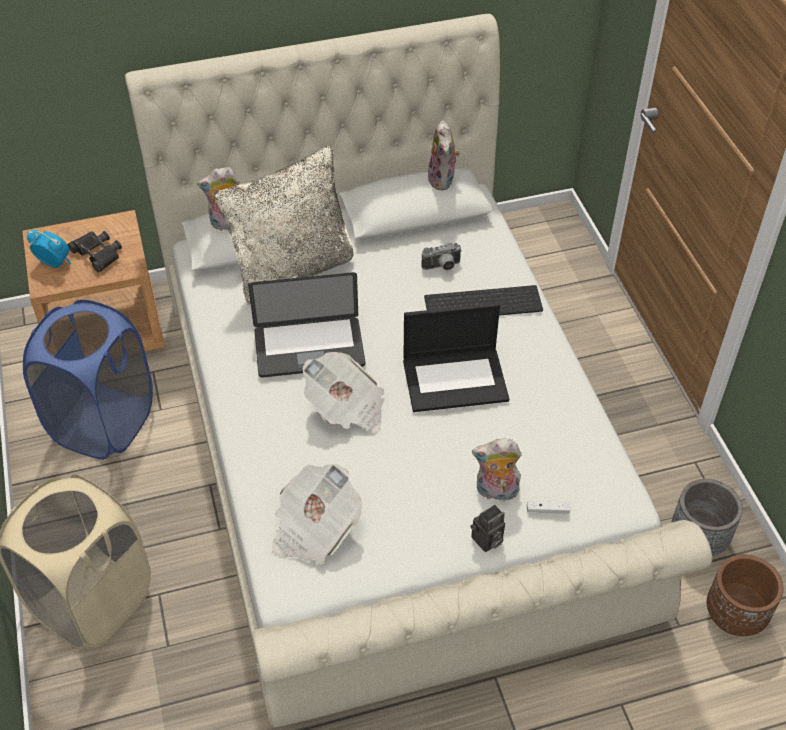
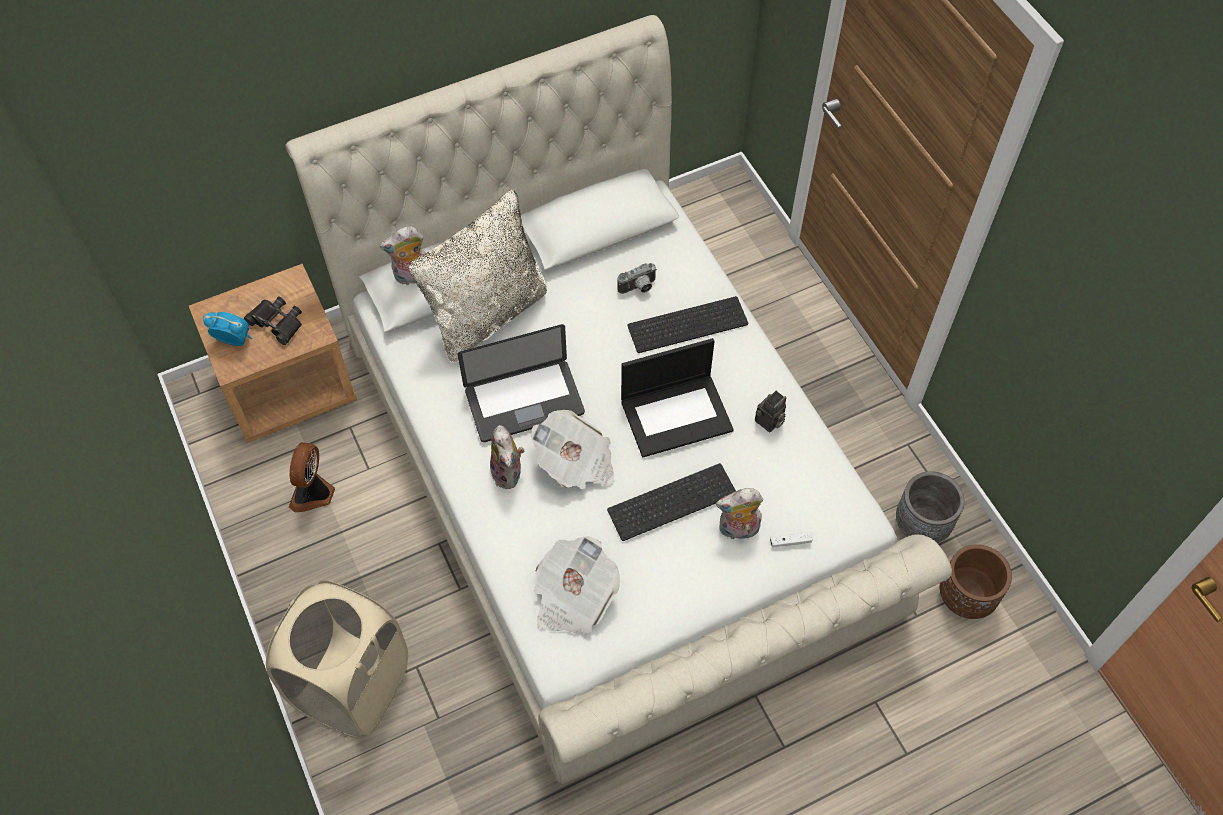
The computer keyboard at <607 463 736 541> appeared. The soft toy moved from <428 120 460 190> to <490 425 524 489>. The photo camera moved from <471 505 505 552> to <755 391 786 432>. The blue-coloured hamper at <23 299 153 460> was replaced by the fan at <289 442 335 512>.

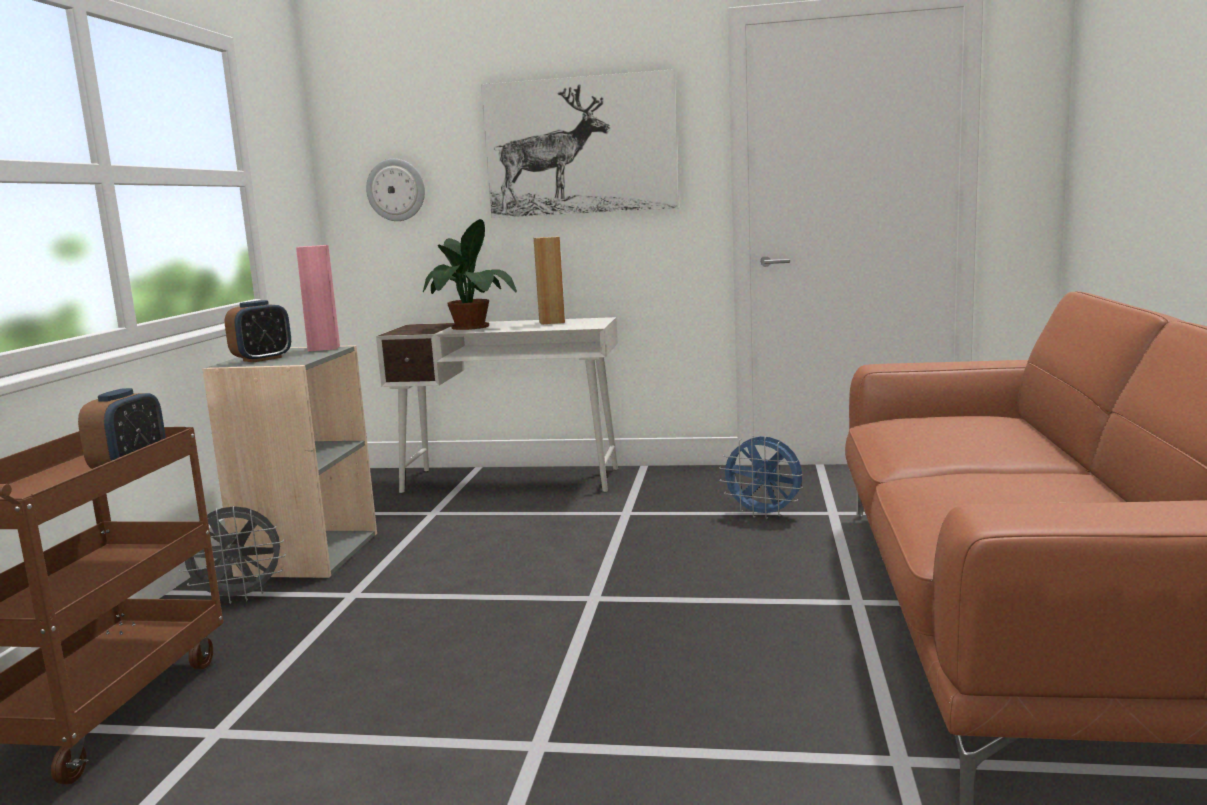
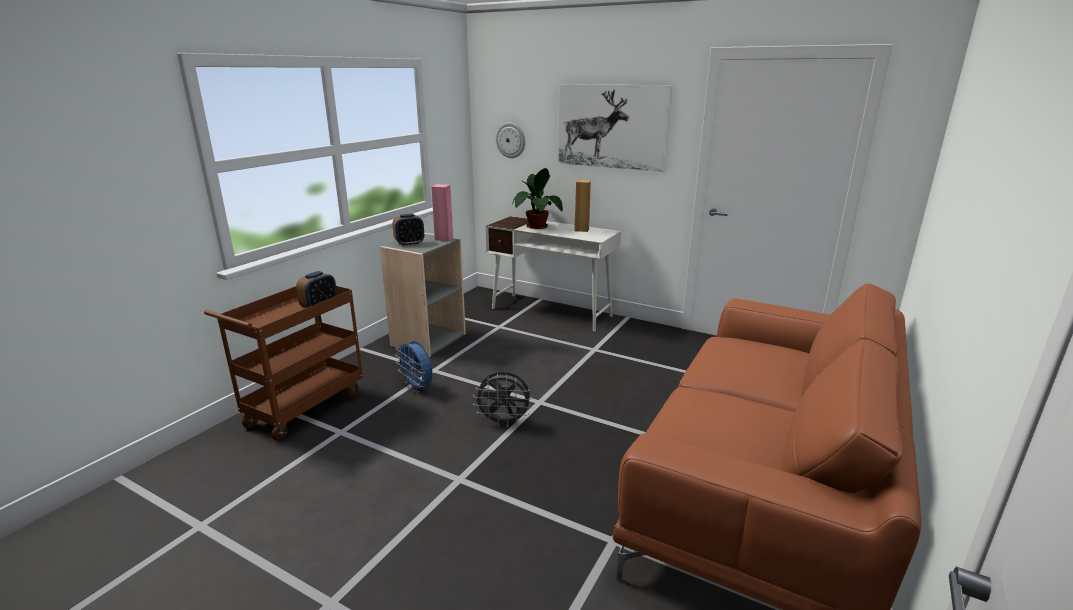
The gray fan moved from <179 506 286 604> to <473 372 532 427>. The blue-coloured fan moved from <719 435 803 519> to <395 341 433 392>.

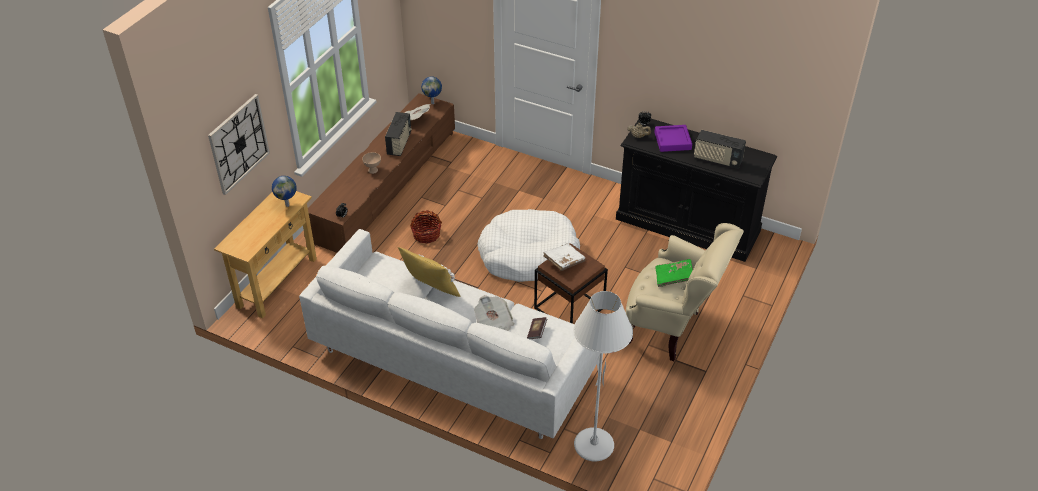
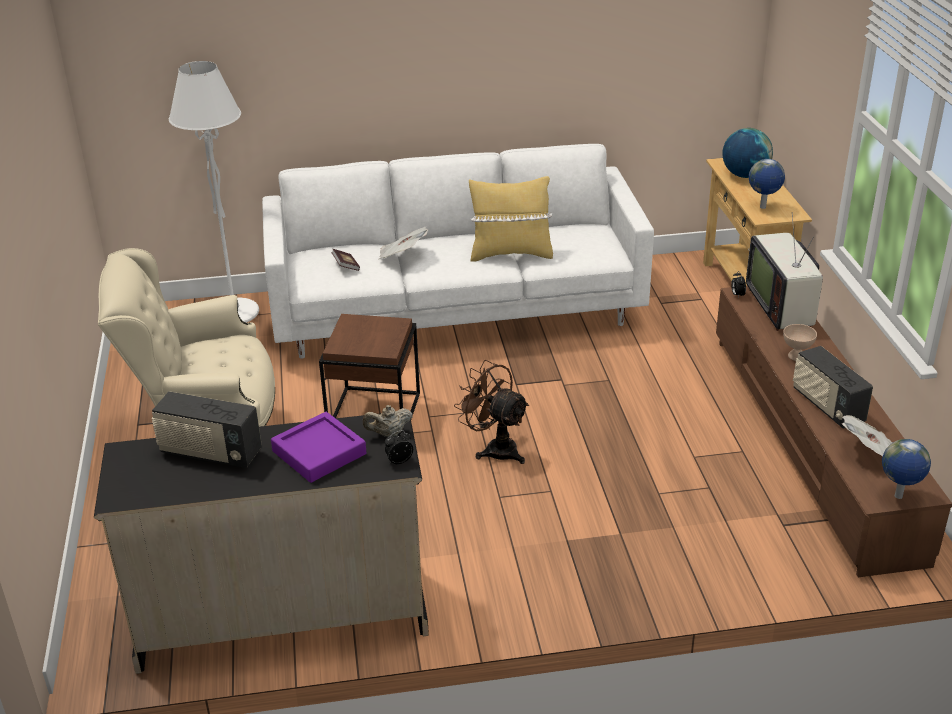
The clock on the wall at <208 94 270 195> disappeared. The storage basket at <410 210 442 243> disappeared. The white bound book at <543 243 586 271> disappeared. The green-coloured bound book at <655 259 693 287> disappeared. The desk globe at <722 128 773 178> appeared. The television at <746 212 823 331> appeared. The white pet bed at <477 209 580 282> was replaced by the brown fan at <454 360 529 464>. The radio set at <694 130 746 169> turned 150 degrees counterclockwise.

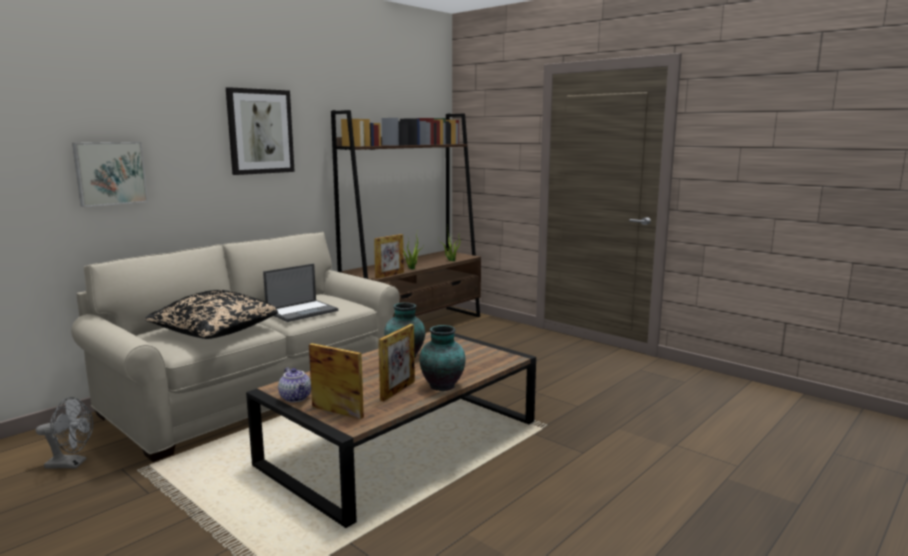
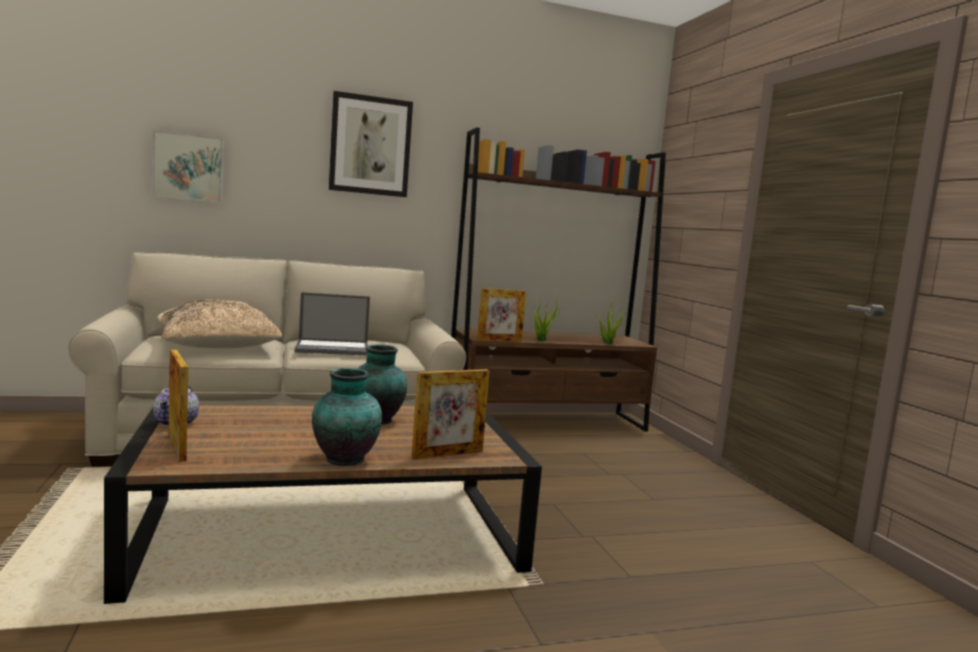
The gray fan at <36 397 93 468> disappeared. The photo frame moved from <378 324 415 401> to <411 369 490 460>. The blackish pillow at <144 290 278 339> became the beige-coloured pillow at <157 299 282 348>.

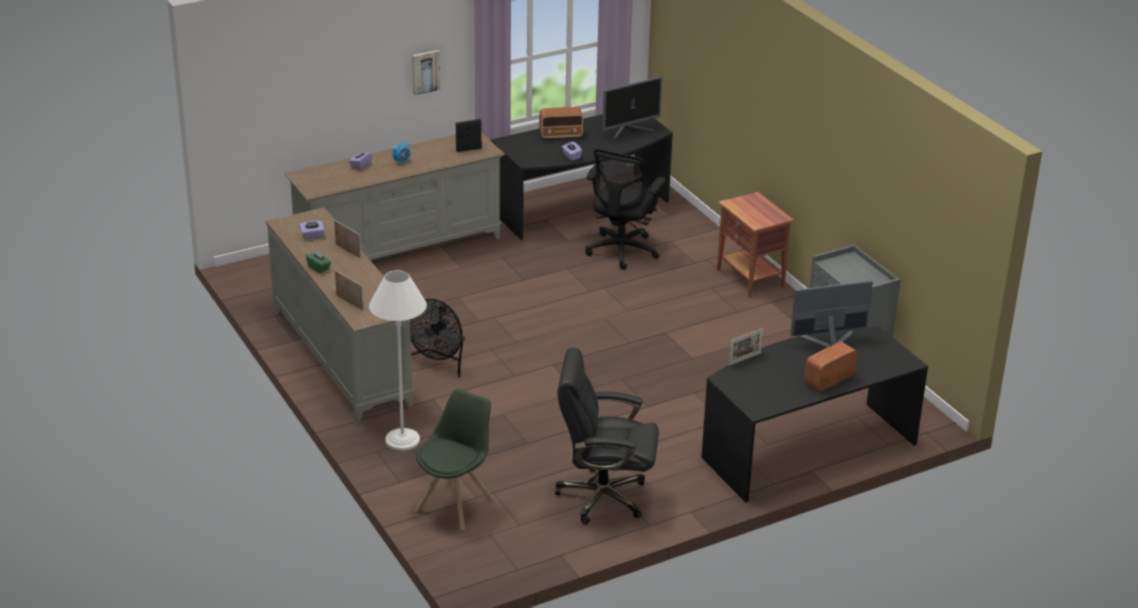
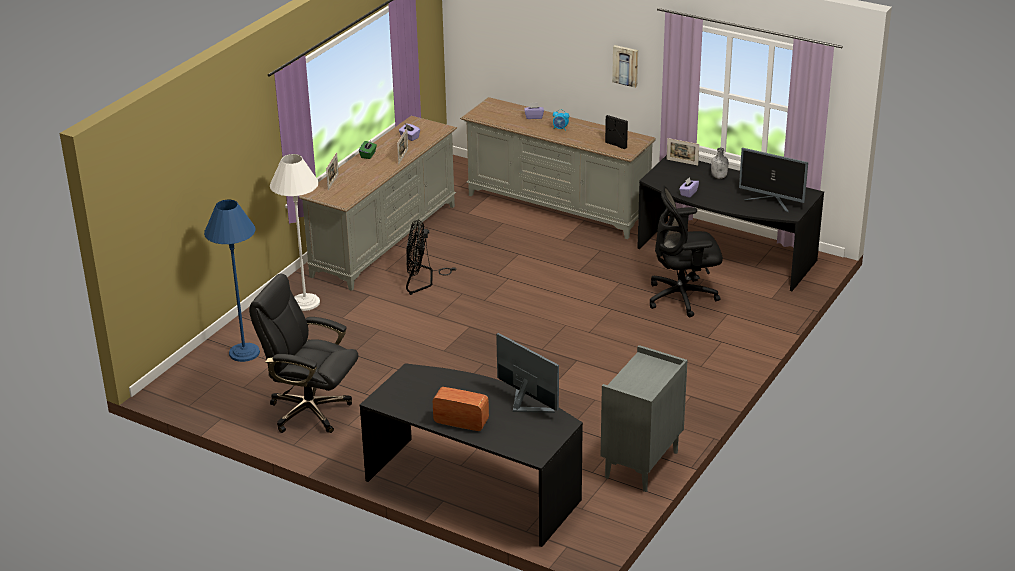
The nightstand at <717 191 795 298> disappeared. The photo frame moved from <729 328 763 366> to <667 138 699 166>. The green-coloured plain chair at <415 389 493 531> was replaced by the blue-coloured standing lamp at <204 200 260 362>. The radio set at <539 107 583 139> was replaced by the gray drink bottle at <711 148 728 179>. The blackish desk chair at <555 348 659 525> turned 45 degrees counterclockwise.

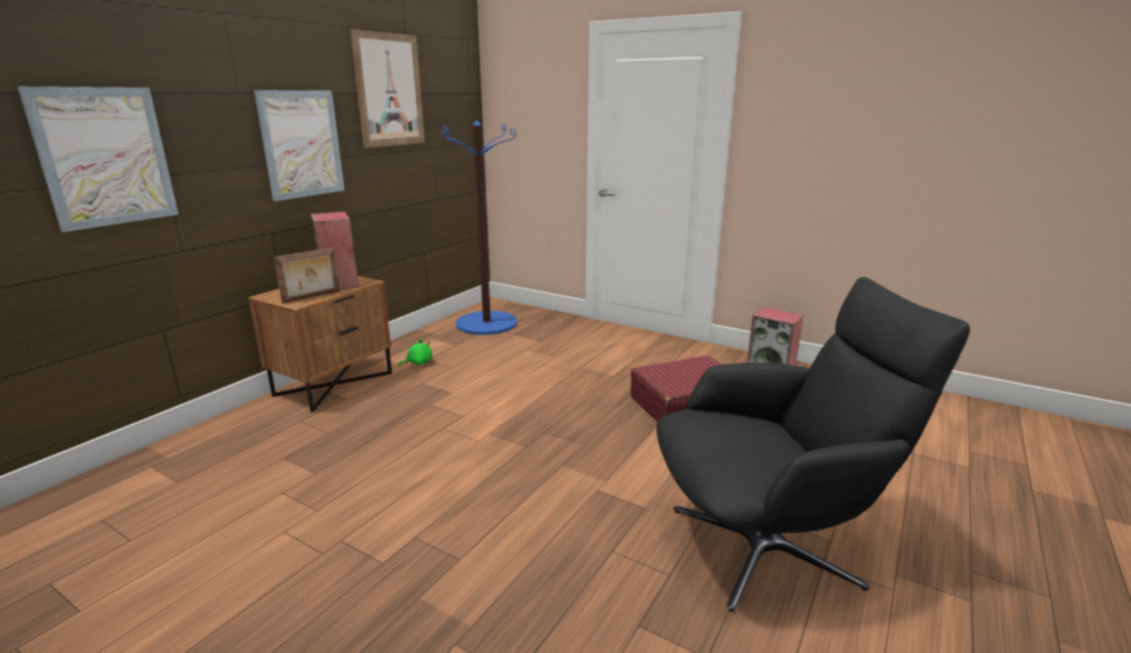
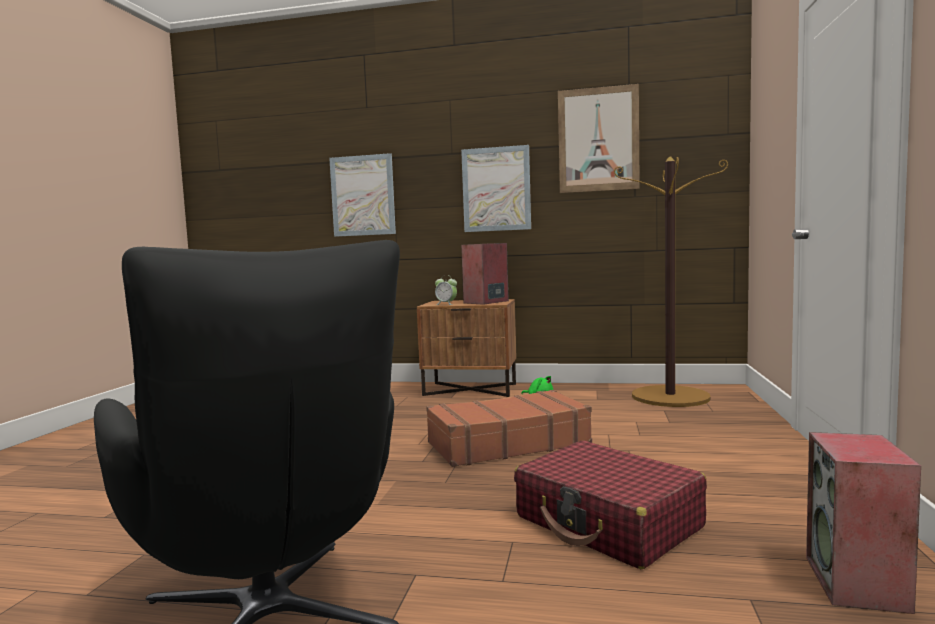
The brown travel case at <426 390 592 467> appeared. The photo frame at <274 247 340 303> was replaced by the alarm clock at <435 275 457 305>. The blue-coloured garment rack at <441 121 517 335> became the brown garment rack at <614 157 728 407>.

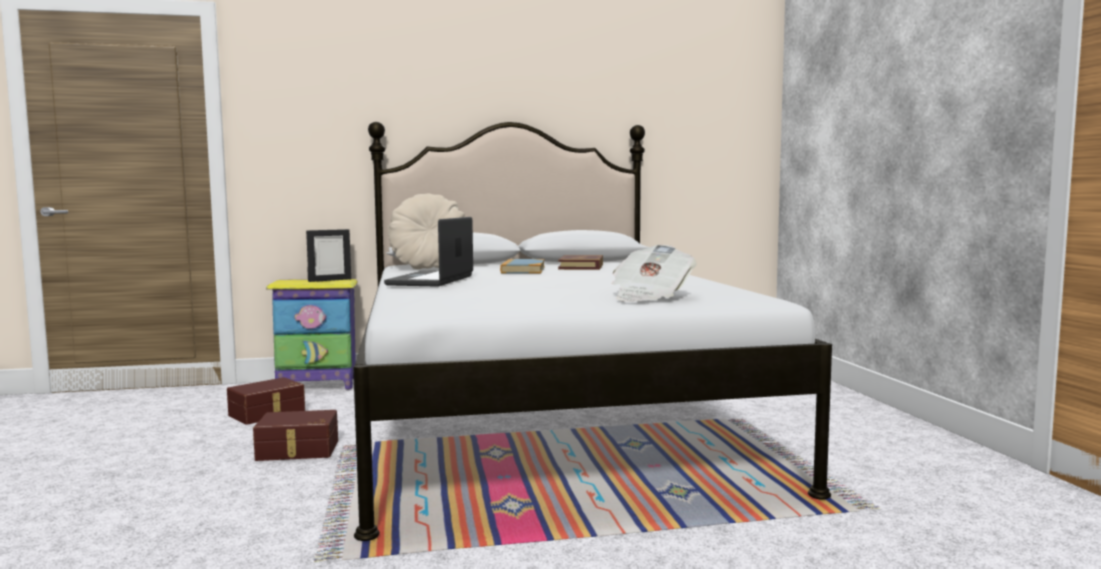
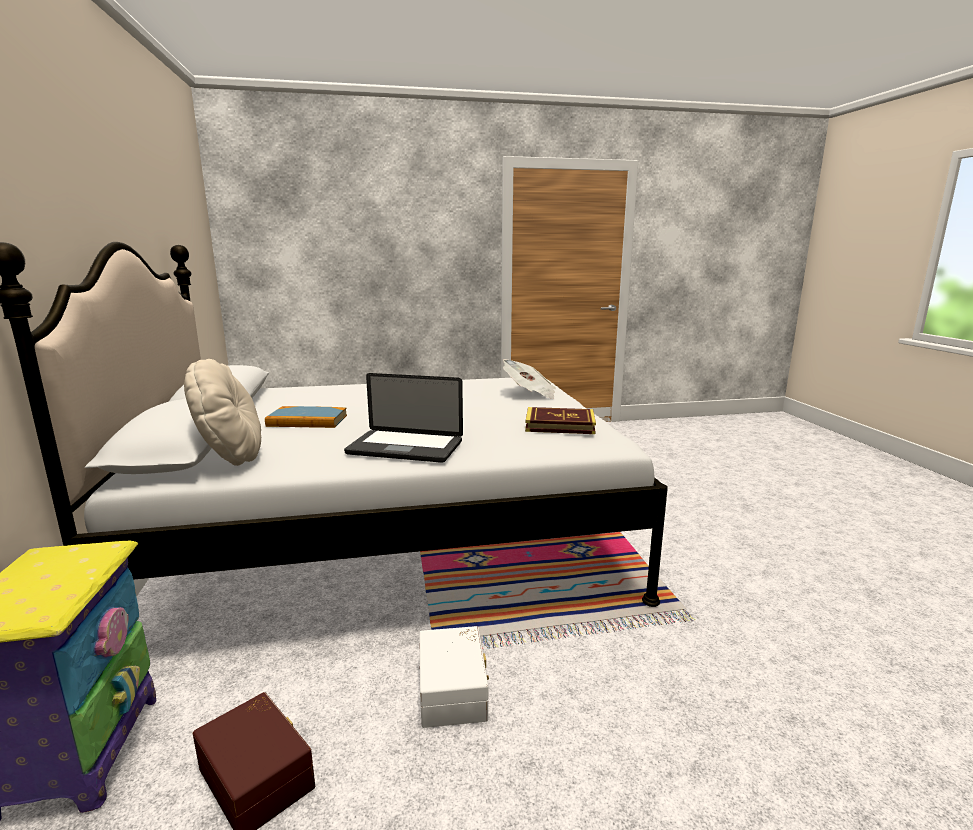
The photo frame at <306 229 351 282> disappeared. The bound book moved from <558 255 603 270> to <525 407 596 434>. The brown storage bin at <253 410 338 461> became the white storage bin at <419 626 489 728>.

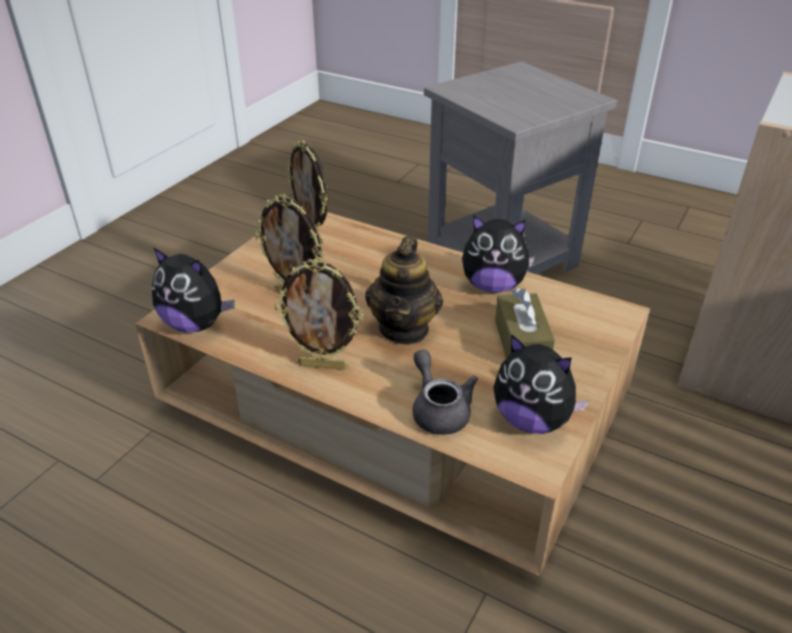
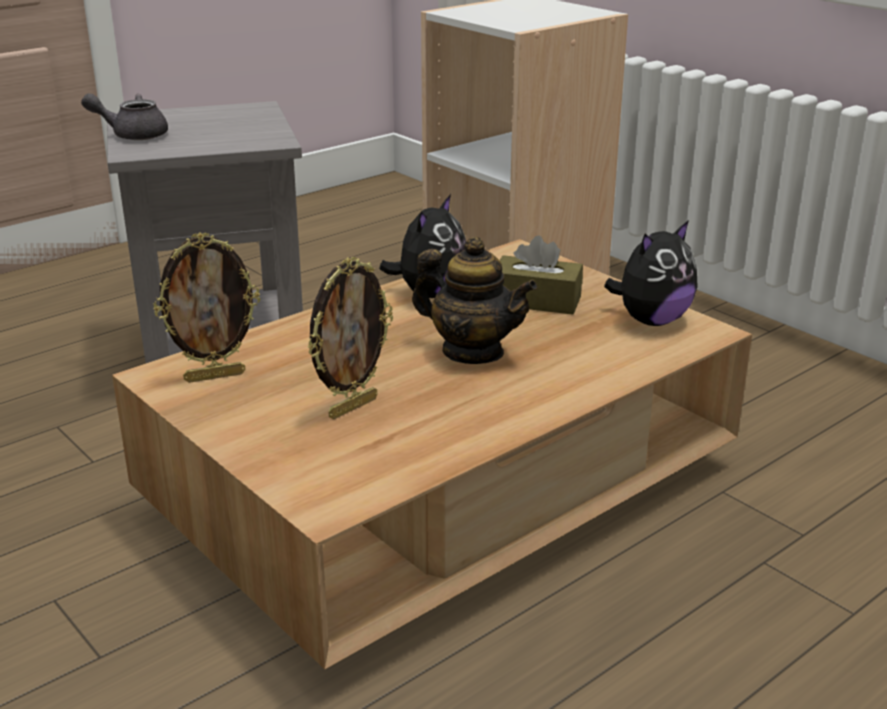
The soft toy at <152 247 235 332> disappeared. The photo frame at <274 259 363 370> disappeared. The gray tea pot moved from <412 350 478 435> to <81 93 168 140>.

